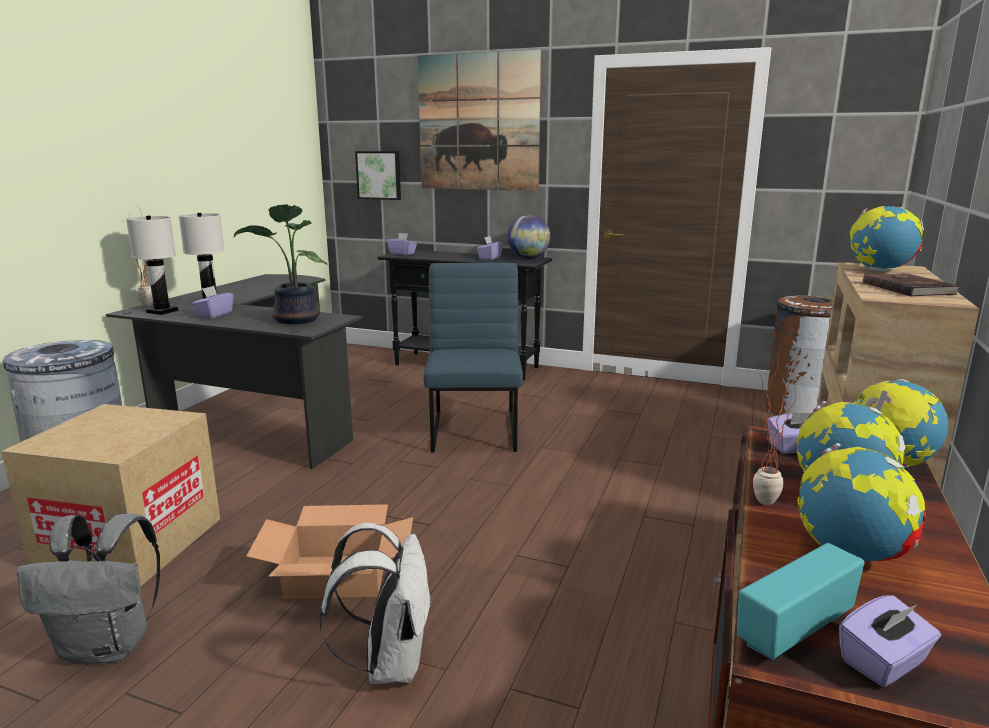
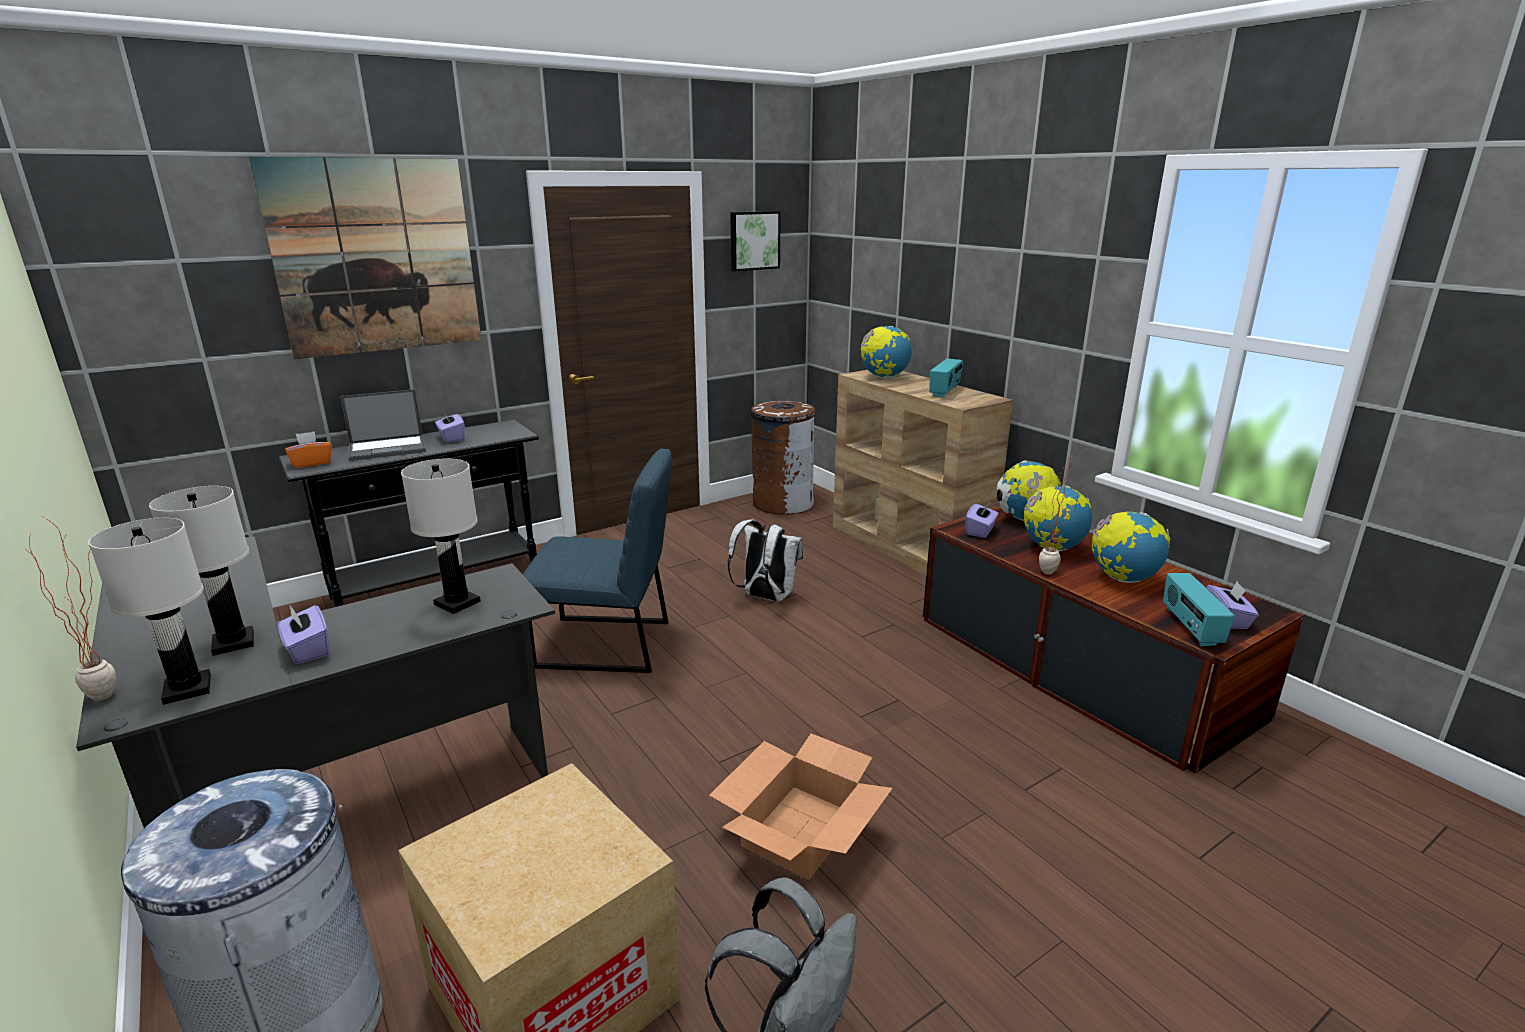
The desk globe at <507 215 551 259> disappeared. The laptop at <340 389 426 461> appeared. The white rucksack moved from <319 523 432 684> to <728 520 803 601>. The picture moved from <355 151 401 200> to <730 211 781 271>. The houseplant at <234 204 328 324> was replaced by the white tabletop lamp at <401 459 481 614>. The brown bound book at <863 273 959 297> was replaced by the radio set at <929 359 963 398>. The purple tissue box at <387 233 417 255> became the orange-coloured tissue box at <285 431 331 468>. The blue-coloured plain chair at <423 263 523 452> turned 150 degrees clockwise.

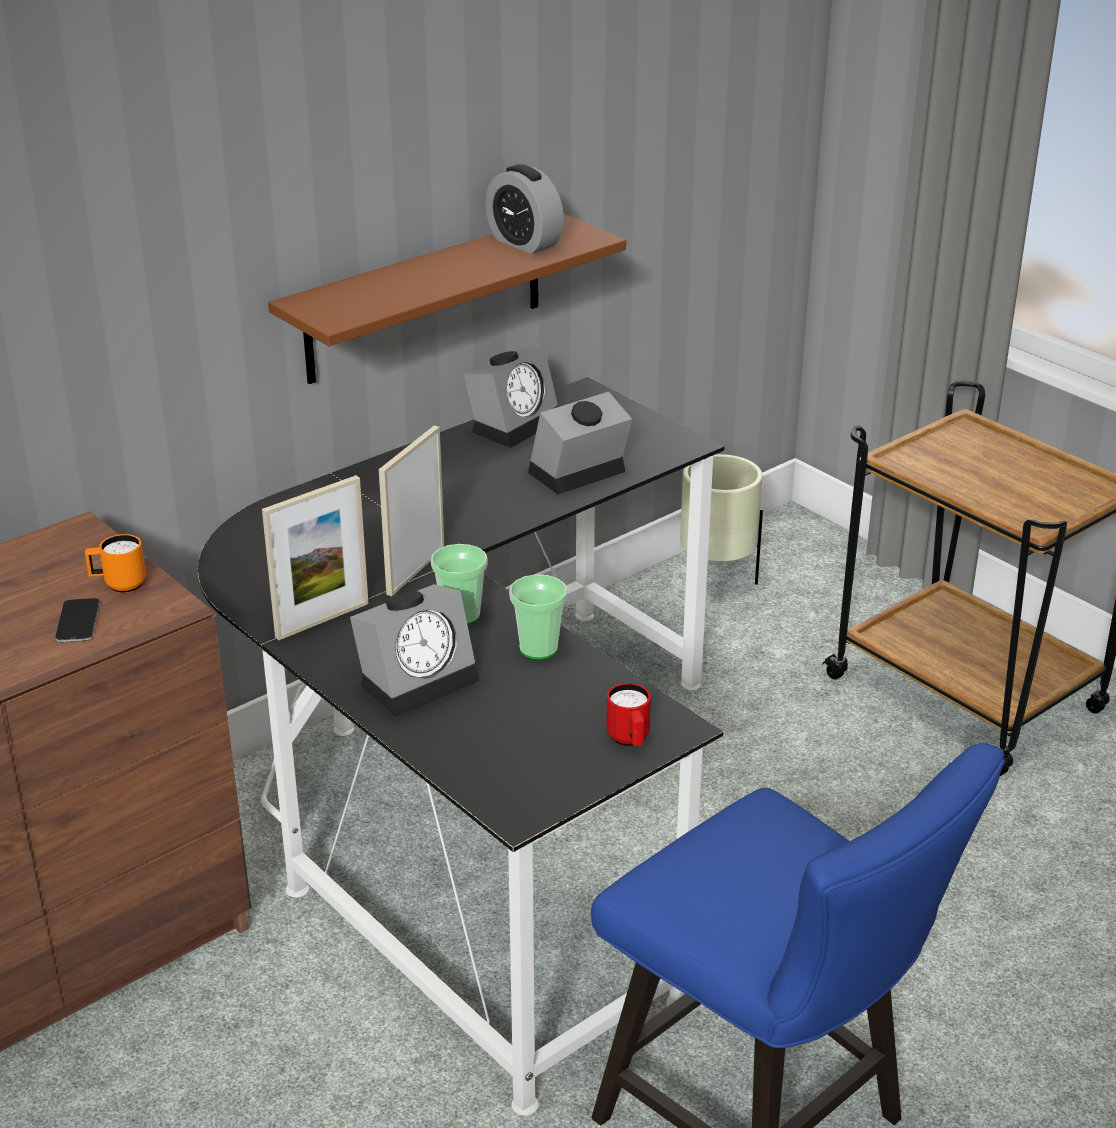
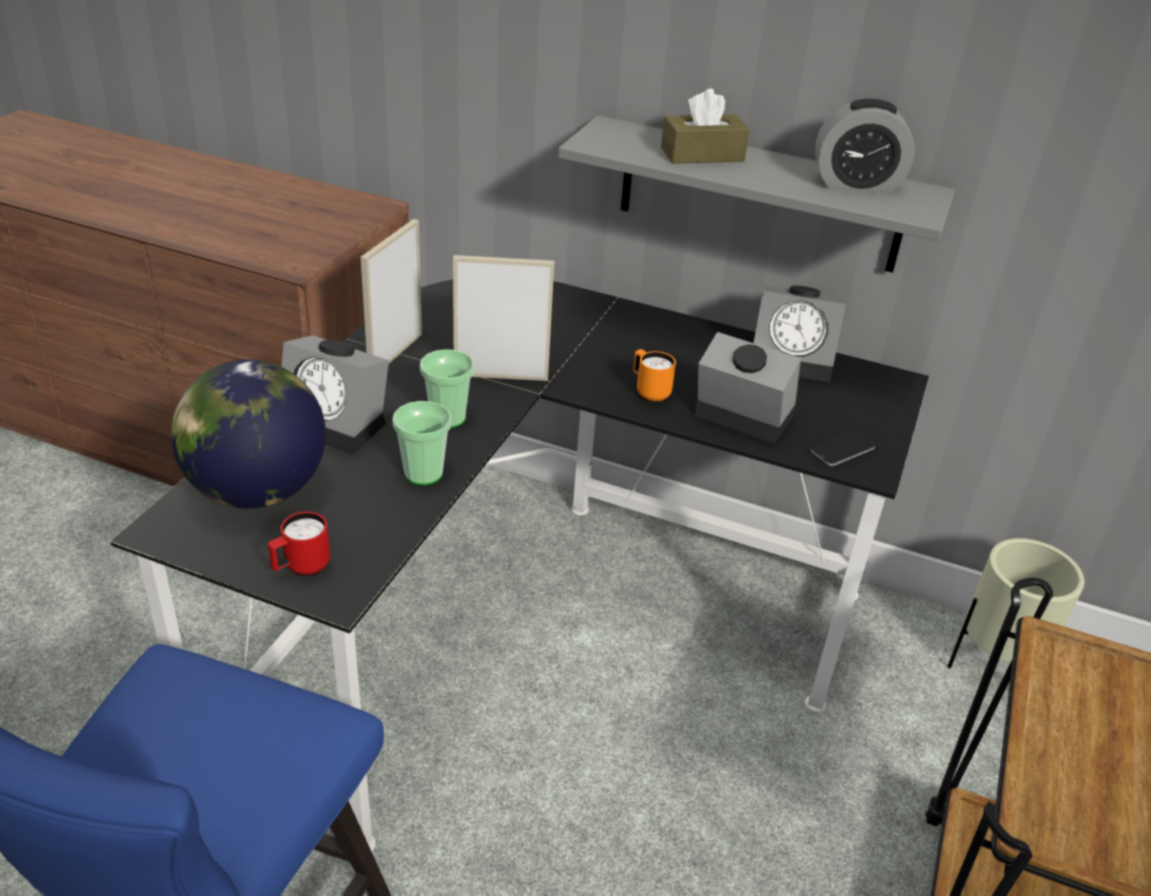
The desk globe at <171 359 326 508> appeared. The brown tissue box at <661 89 750 164> appeared. The handset moved from <55 598 100 642> to <810 431 875 466>. The orange-coloured mug moved from <85 534 146 593> to <633 349 676 403>. The brown shelf at <268 214 626 384> became the gray shelf at <558 115 955 273>. The photo frame at <262 475 369 640> turned 90 degrees clockwise. The alarm clock at <485 164 564 254> turned 105 degrees counterclockwise.

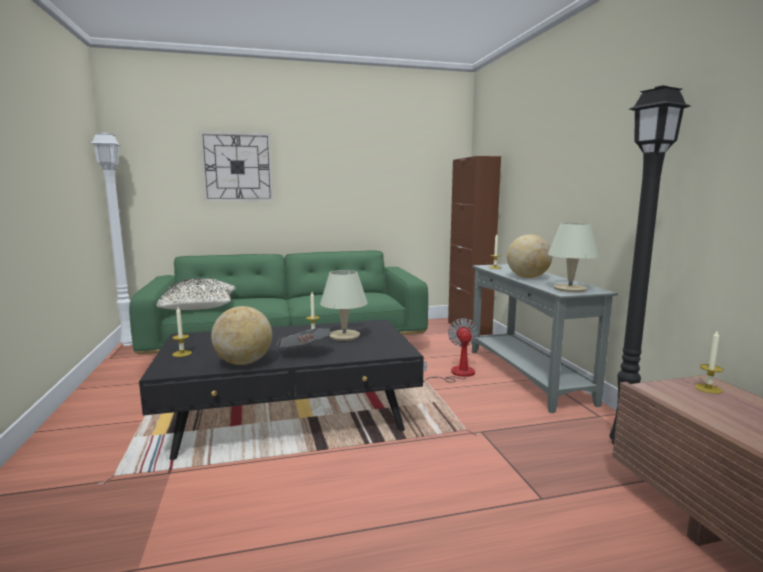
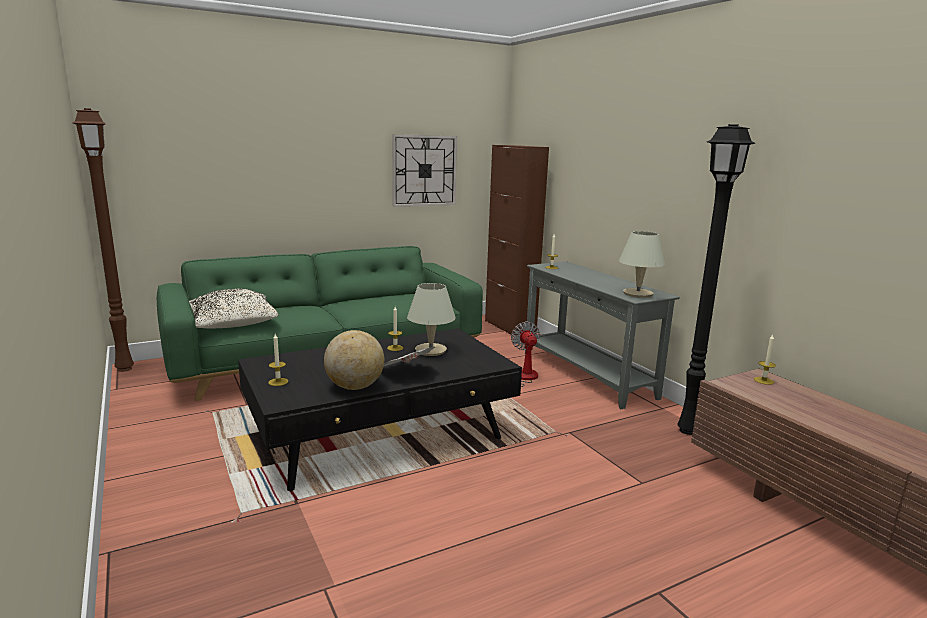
The desk globe at <507 234 552 278> disappeared. The clock on the wall moved from <199 131 273 201> to <392 134 457 207>. The white standing lamp at <90 132 133 346> became the brown standing lamp at <72 108 134 372>.

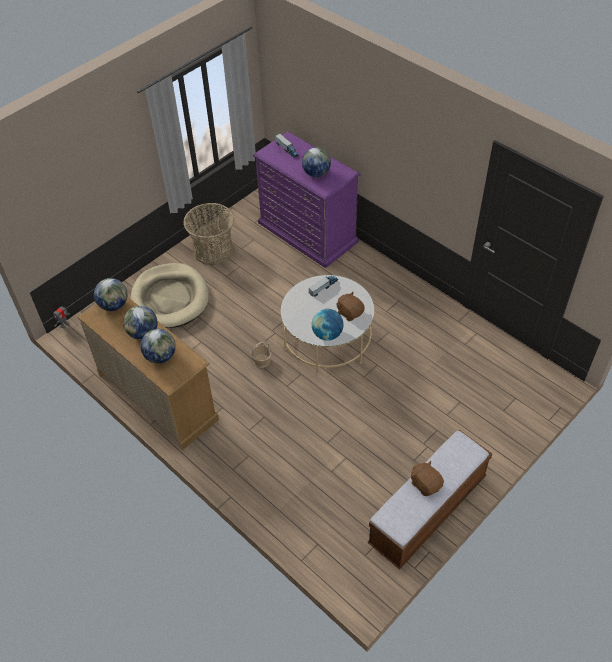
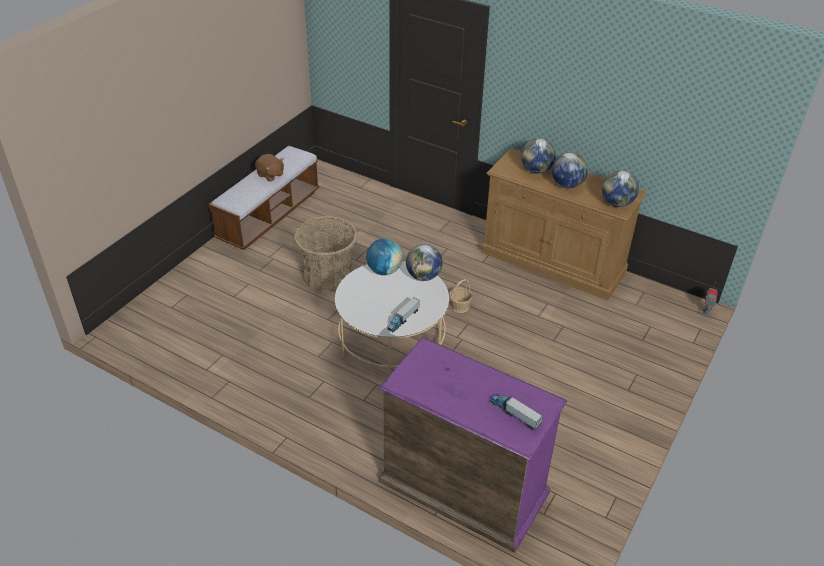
The beige-coloured pet bed at <131 263 209 328> disappeared. The brown soft toy at <336 292 365 321> disappeared. The storage basket moved from <183 203 234 265> to <294 216 357 292>. The desk globe moved from <302 147 331 177> to <406 244 443 281>.

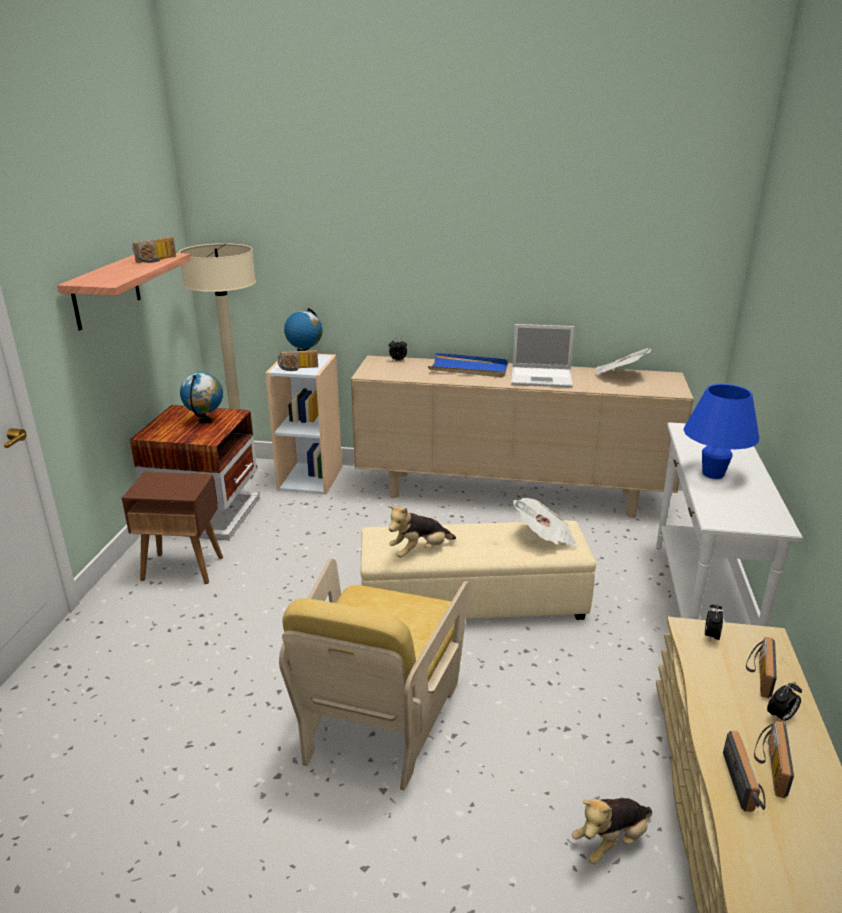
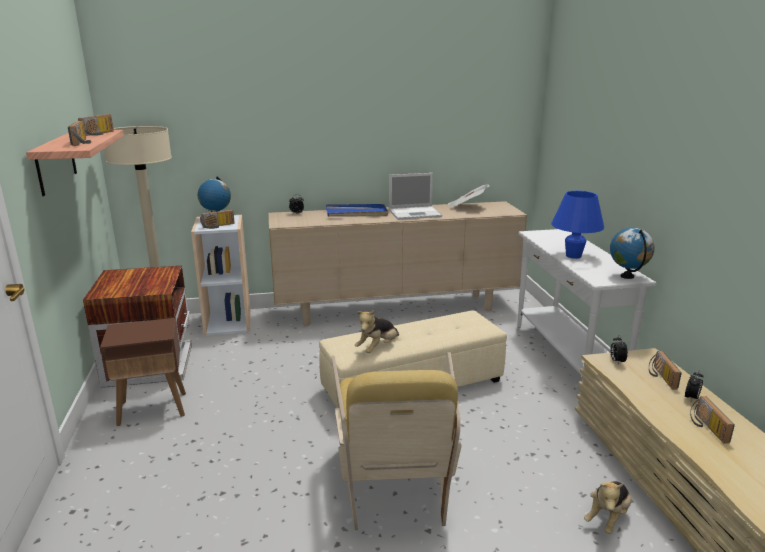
The daily paper at <513 498 578 547> disappeared. The desk globe moved from <180 372 223 424> to <610 228 655 279>. The radio set moved from <723 731 766 812> to <68 121 91 146>.

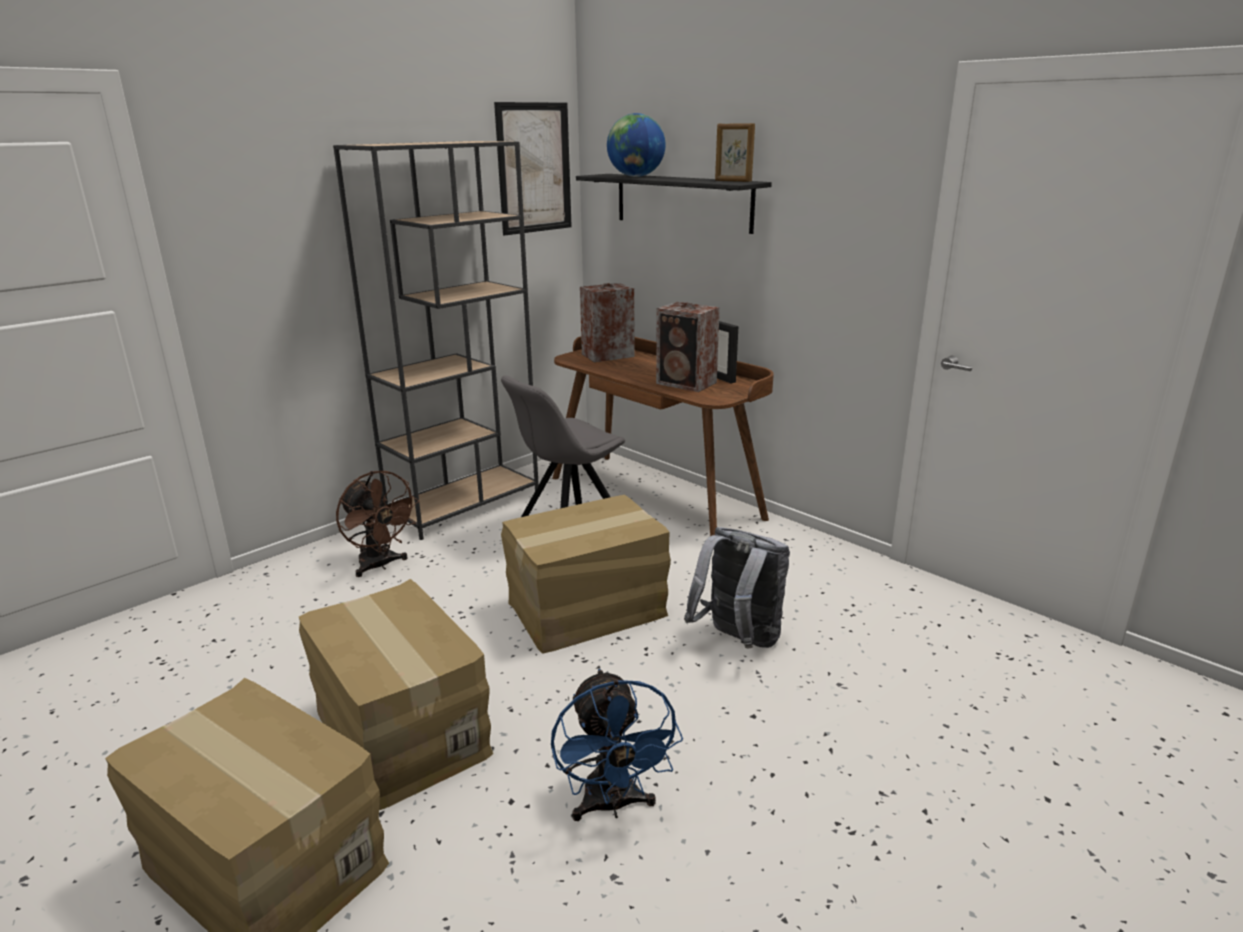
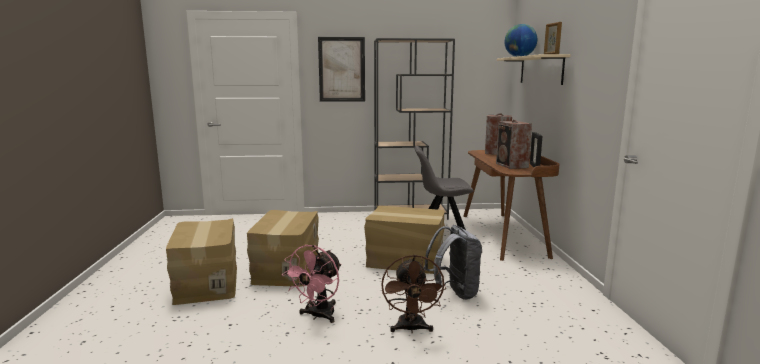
The brown fan moved from <336 471 419 577> to <382 255 446 333>. The picture moved from <494 102 572 235> to <318 37 365 102>. The blue-coloured fan at <551 669 683 821> became the pink fan at <282 245 341 323>. The blackish shelf at <576 174 772 234> became the beige-coloured shelf at <497 54 571 85>.

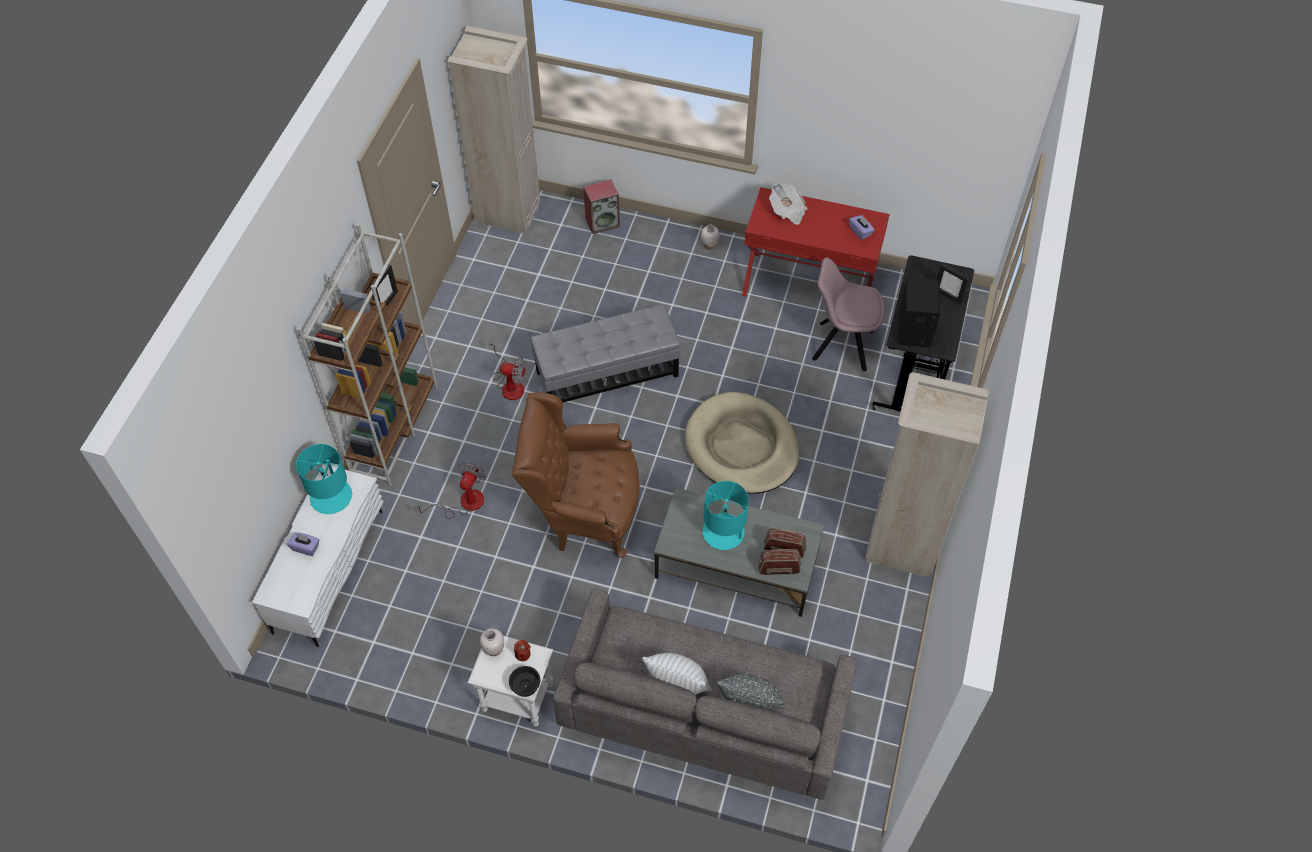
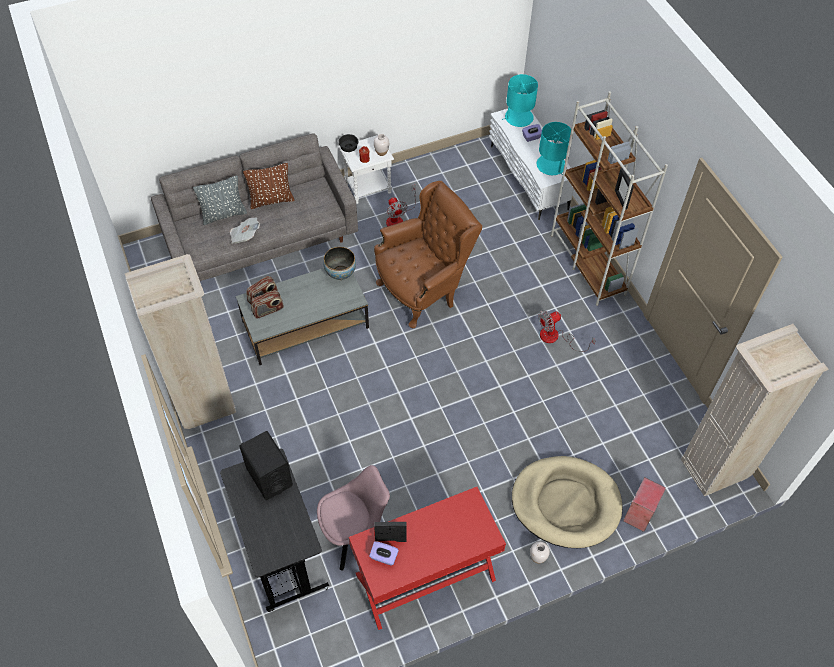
The gray pouffe at <531 304 680 403> disappeared. The bowl at <323 247 356 280> appeared. The fan moved from <413 462 486 519> to <386 185 416 227>. The beige-coloured pet bed moved from <685 392 800 494> to <512 456 623 548>. The turquoise tabletop lamp moved from <702 481 749 550> to <502 74 538 127>. The daily paper moved from <769 183 808 225> to <230 217 260 244>. The photo frame moved from <936 263 970 304> to <374 522 407 542>. The white pillow at <642 653 712 695> became the brown pillow at <243 163 295 209>.

